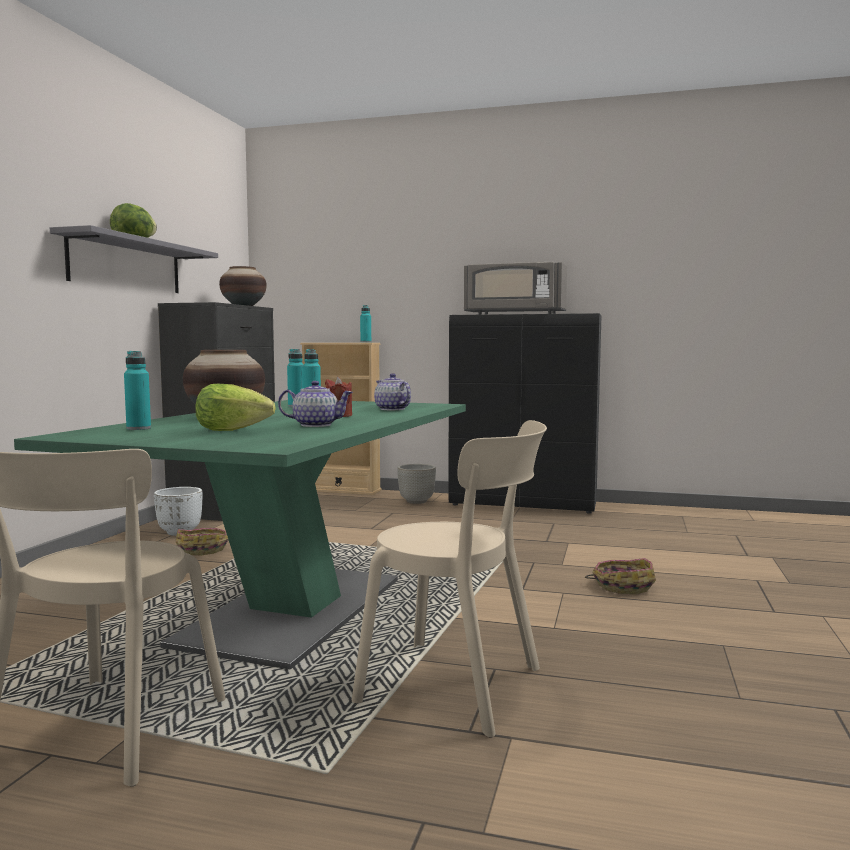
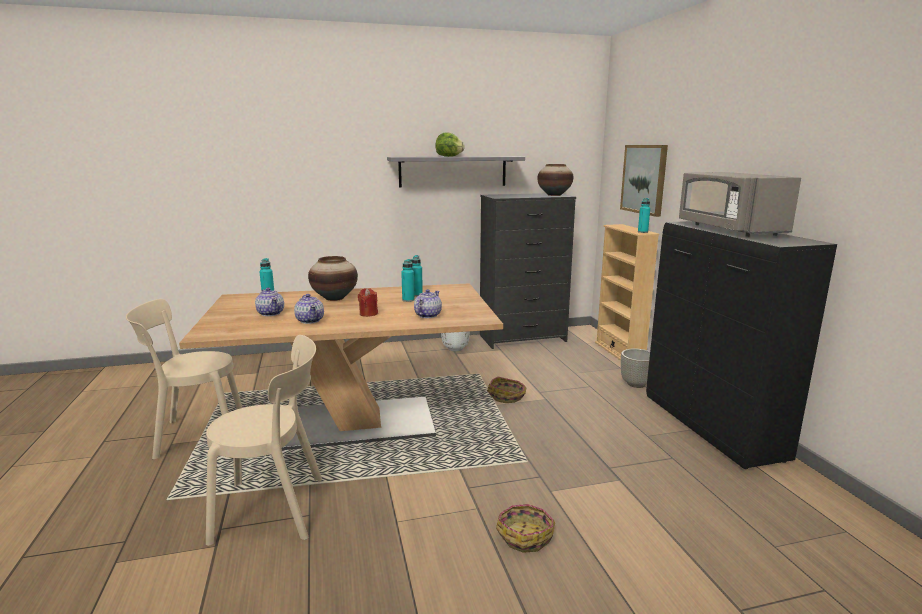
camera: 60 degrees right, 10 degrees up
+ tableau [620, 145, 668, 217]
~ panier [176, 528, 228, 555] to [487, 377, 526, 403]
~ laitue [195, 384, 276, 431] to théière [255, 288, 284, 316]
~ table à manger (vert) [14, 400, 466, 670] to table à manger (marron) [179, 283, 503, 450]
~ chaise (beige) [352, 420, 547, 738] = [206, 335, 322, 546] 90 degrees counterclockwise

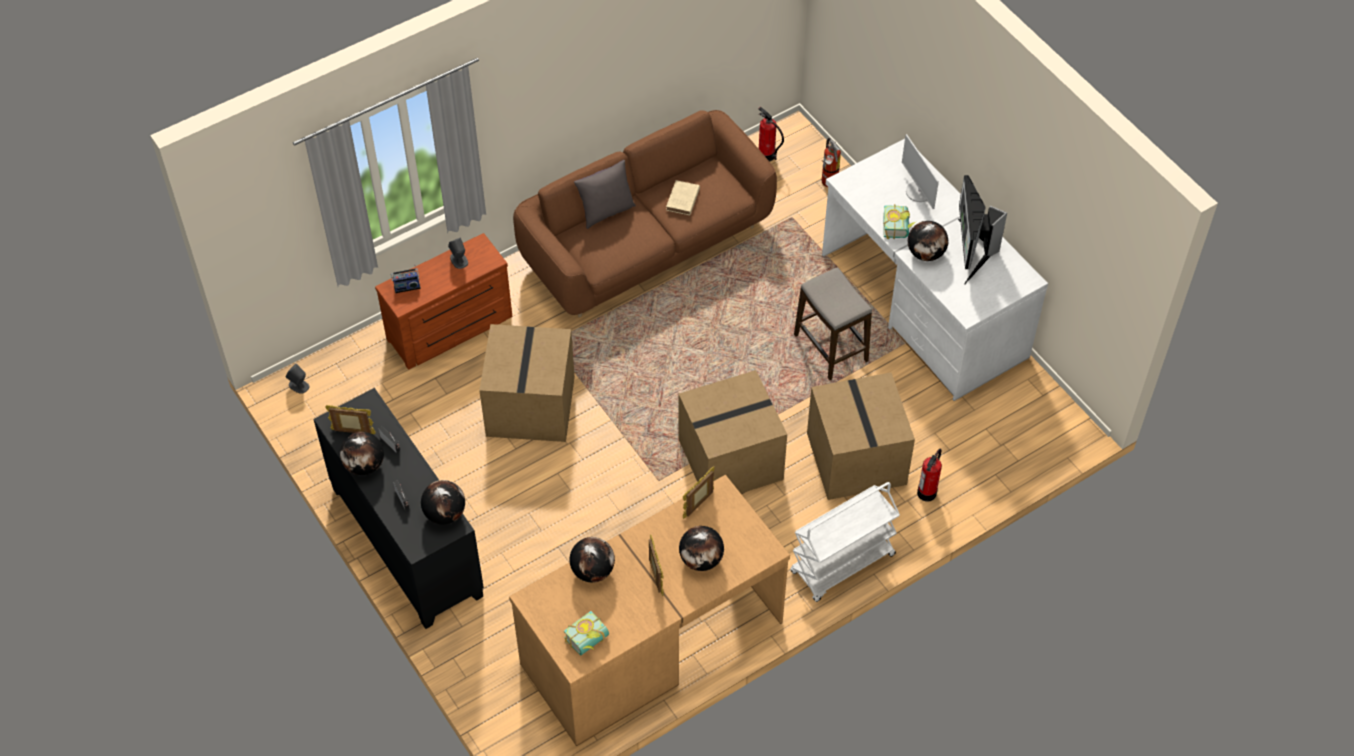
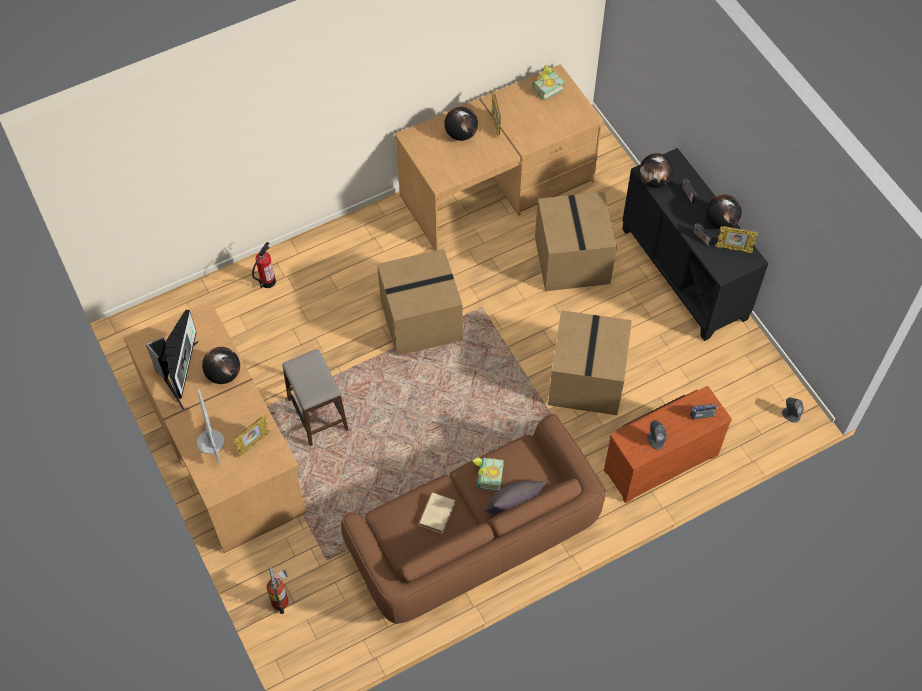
camera: 175 degrees left, 5 degrees up
- globe [570, 537, 615, 582]
- extincteur [758, 107, 784, 162]
- chariot (blanc) [790, 482, 900, 602]
~ cadre photo [682, 466, 715, 519] to [233, 415, 270, 457]
~ carton [807, 373, 915, 500] to [535, 192, 617, 291]
~ livre [883, 204, 916, 239] to [473, 457, 504, 491]
~ bureau (blanc) [822, 139, 1048, 401] to bureau (marron) [124, 300, 306, 553]

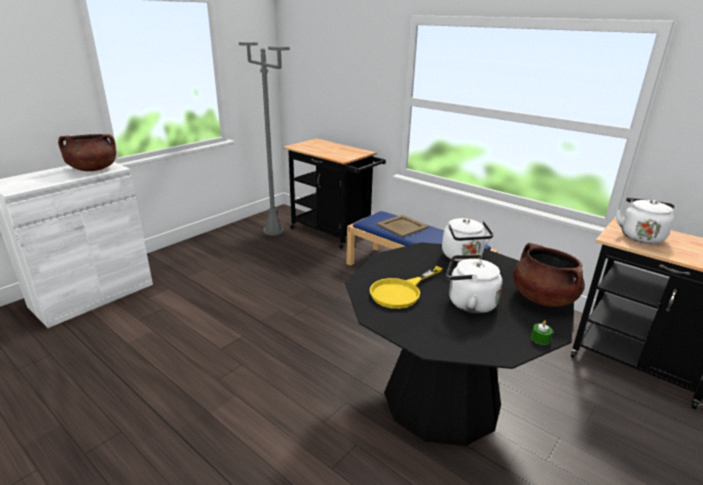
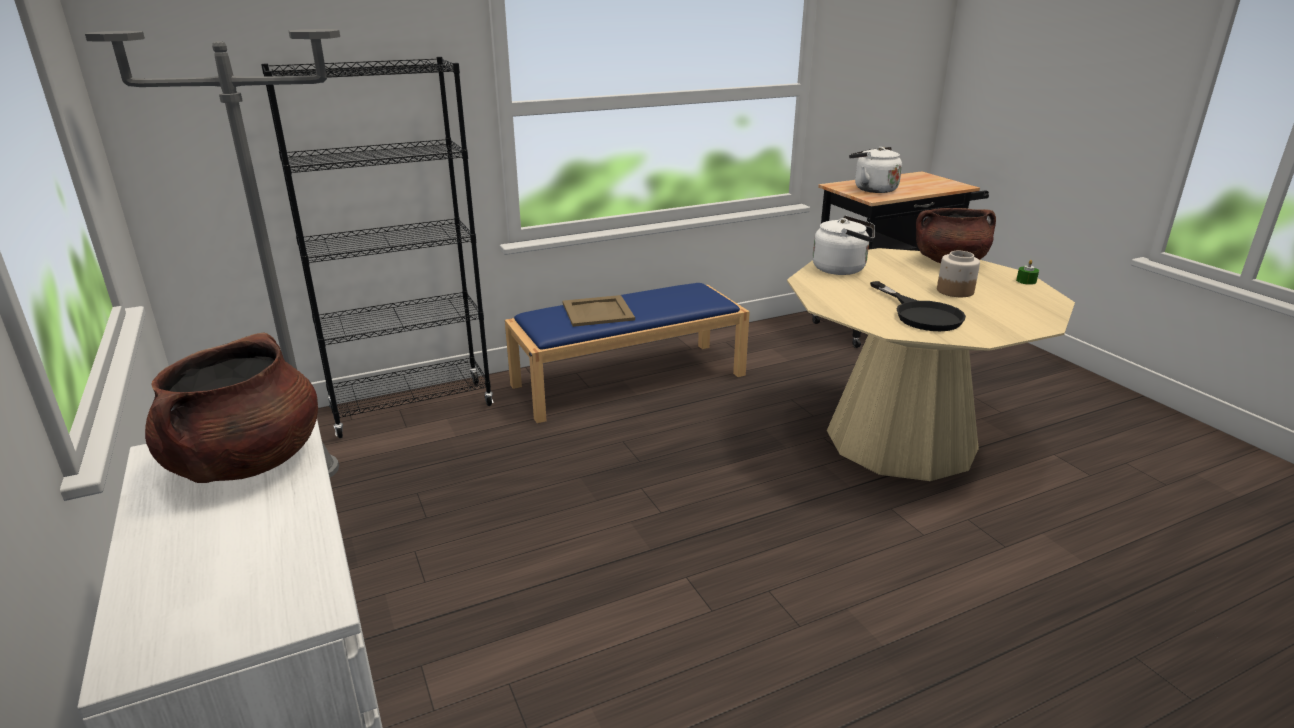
camera: 65 degrees left, 0 degrees up
~ chariot (noir) [283, 138, 386, 249] to bibliothèque (noir) [261, 57, 494, 438]
~ bouilloire (blanc) [446, 255, 502, 314] to bocal [937, 251, 980, 297]
~ table à manger (noir) [345, 243, 574, 446] to table à manger (beige) [787, 248, 1075, 481]
~ poêle (jaune) [370, 266, 442, 309] to poêle (noir) [870, 281, 966, 331]

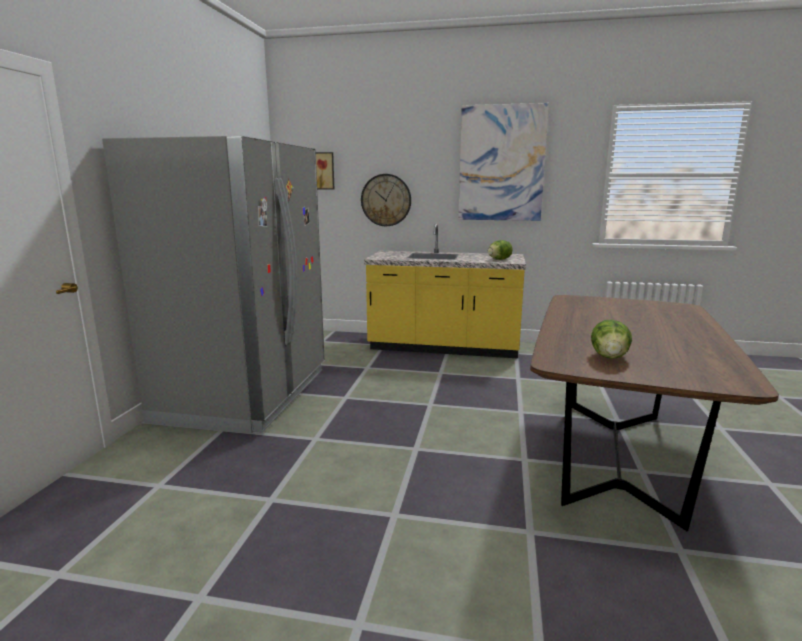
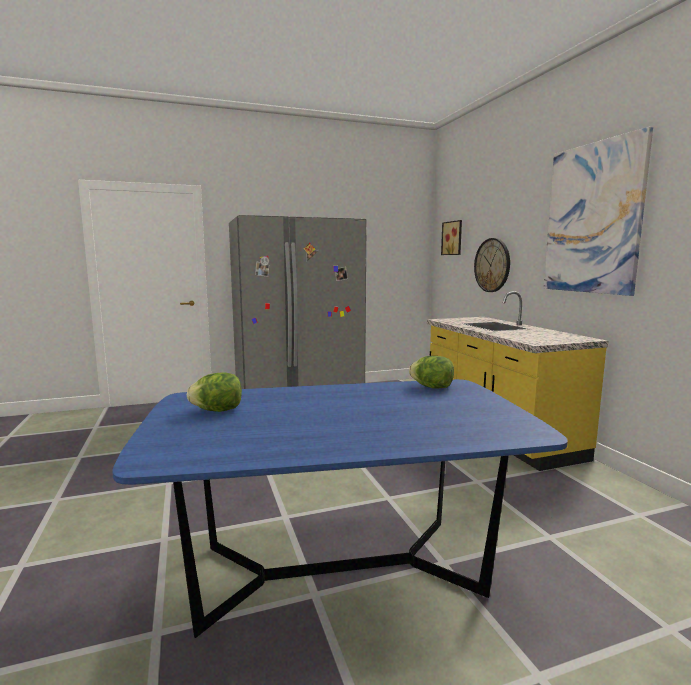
camera: 60 degrees right, 5 degrees down
~ laitue [488, 240, 513, 260] to [409, 356, 454, 389]
~ table à manger (marron) [530, 295, 779, 531] to table à manger (bleu) [112, 379, 568, 638]

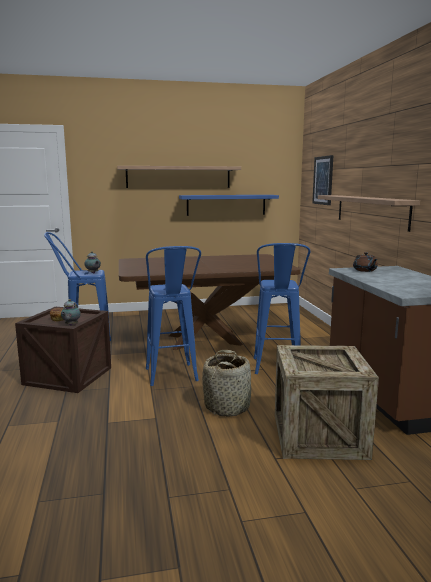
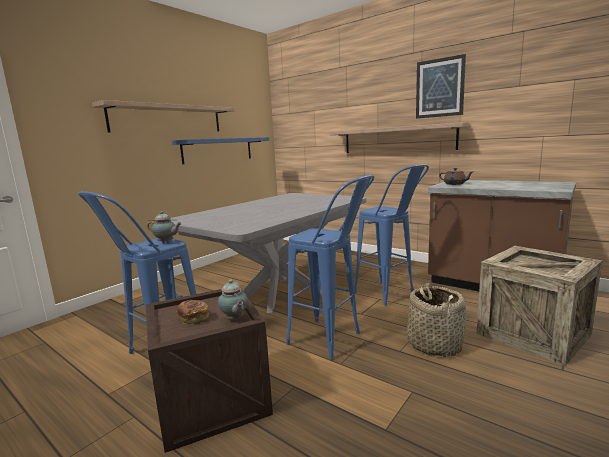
camera: 40 degrees left, 0 degrees up
~ tableau [312, 155, 333, 205] to [416, 54, 466, 119]
~ table à manger (marron) [119, 254, 300, 350] to table à manger (gris) [170, 193, 367, 313]

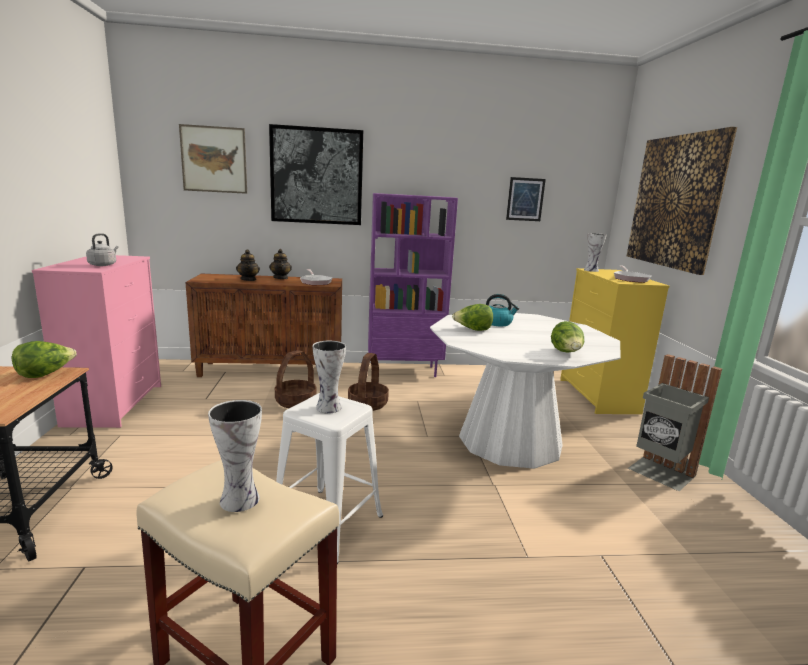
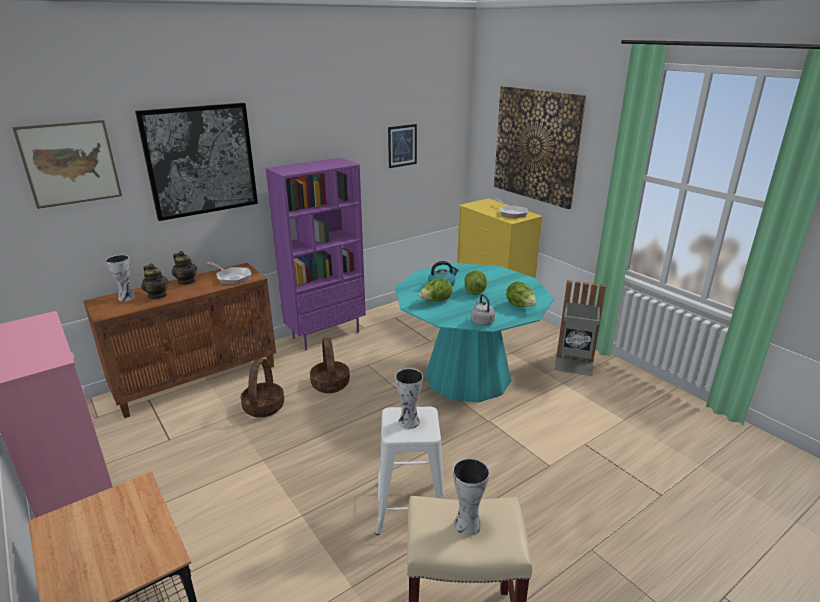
camera: 30 degrees left, 10 degrees up
~ laitue [12, 341, 77, 378] to [464, 270, 487, 295]
~ bouilloire (gris) [86, 233, 118, 266] to [471, 294, 495, 326]
~ vase [584, 233, 607, 272] to [106, 255, 136, 301]
~ table à manger (blanc) [430, 313, 621, 469] to table à manger (turquoise) [395, 263, 554, 403]

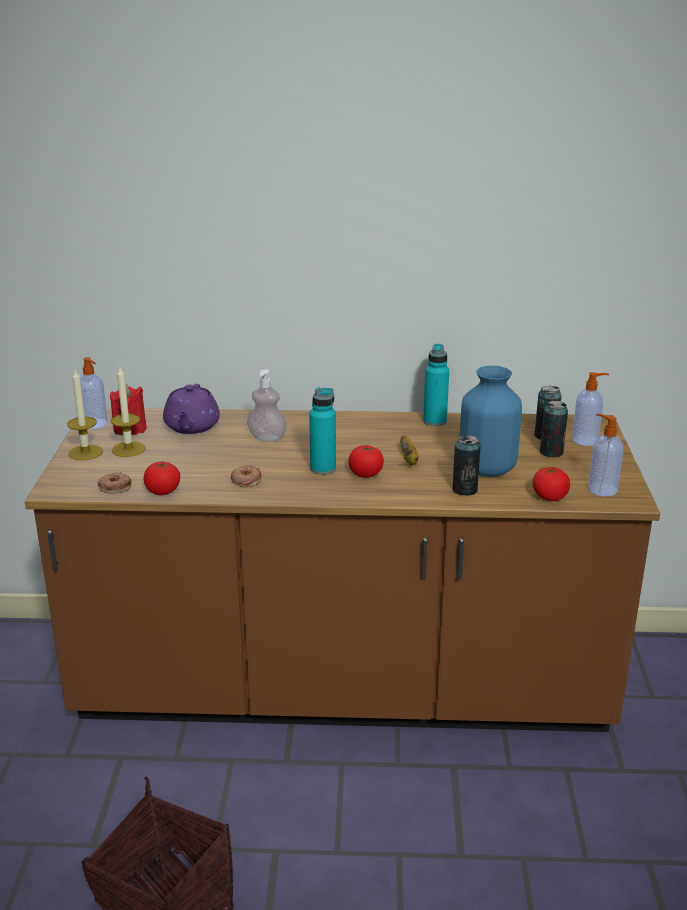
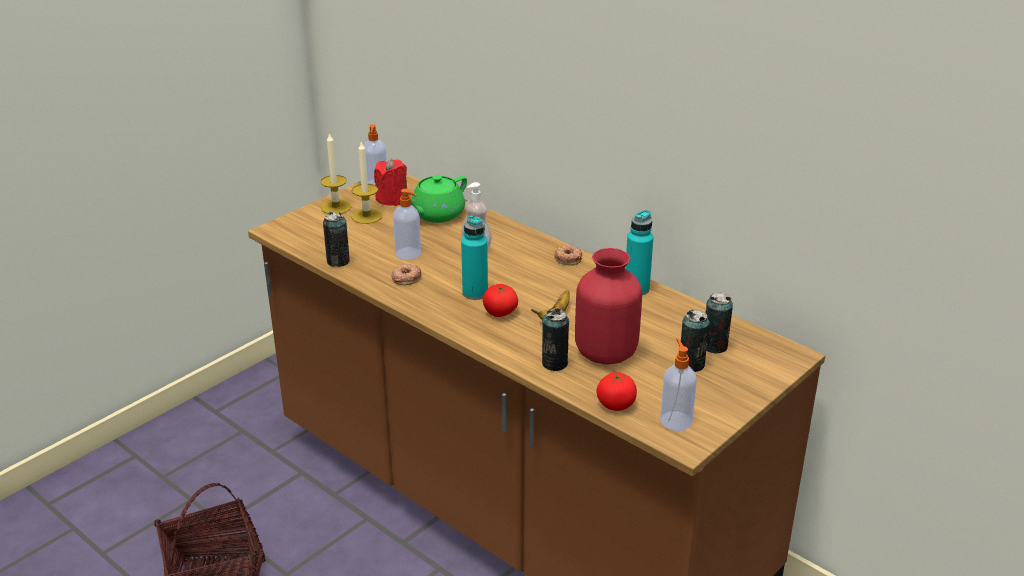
camera: 40 degrees right, 5 degrees up
~ beignet [97, 472, 132, 494] to [554, 245, 582, 265]
~ distributeur de savon [572, 372, 609, 446] to [393, 189, 421, 260]
~ tomate [144, 462, 180, 495] to boîte métallique [323, 212, 350, 267]
~ théière (violet) [163, 384, 220, 434] to théière (vert) [411, 175, 467, 223]
~ vase (bleu) [459, 366, 522, 477] to vase (rouge) [575, 248, 642, 365]

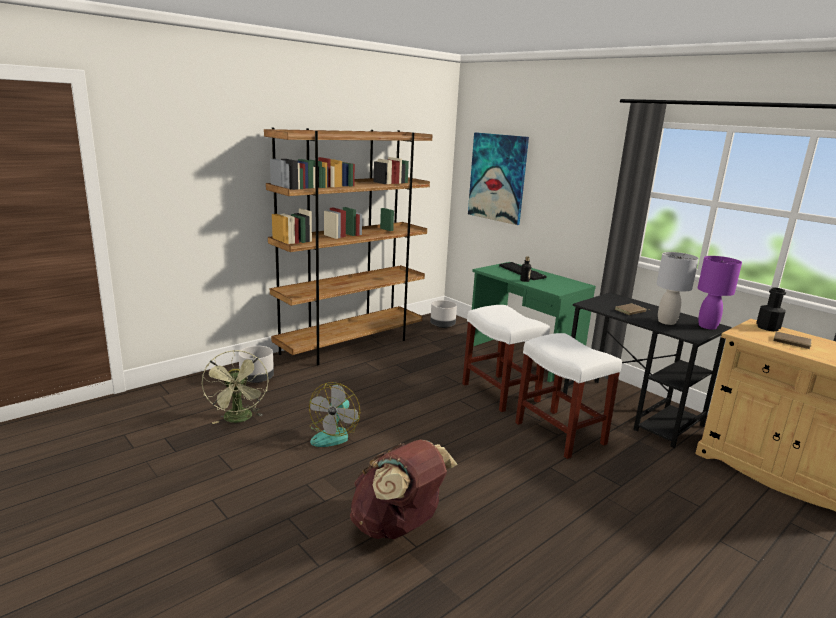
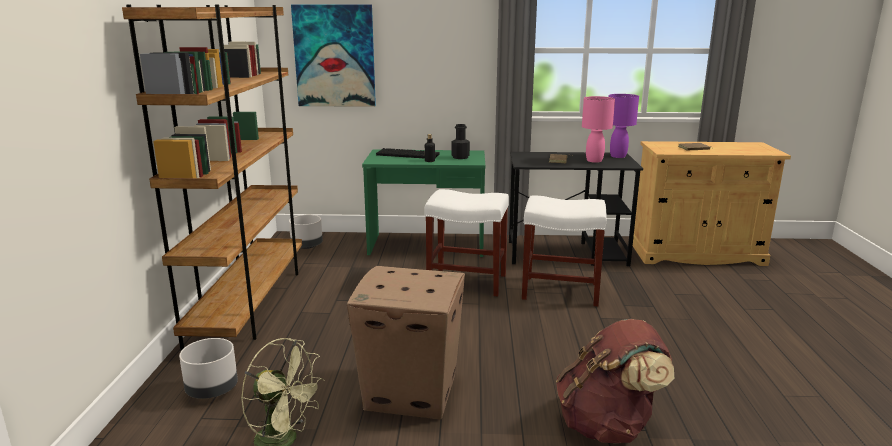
camera: 45 degrees left, 0 degrees up
~ bouteille (noir) [756, 287, 786, 331] to [451, 124, 470, 159]
~ ventilateur [309, 382, 360, 447] to carton [347, 266, 465, 420]
~ lampe de table (gris) [656, 252, 699, 325] to lampe de table (rose) [582, 96, 615, 163]

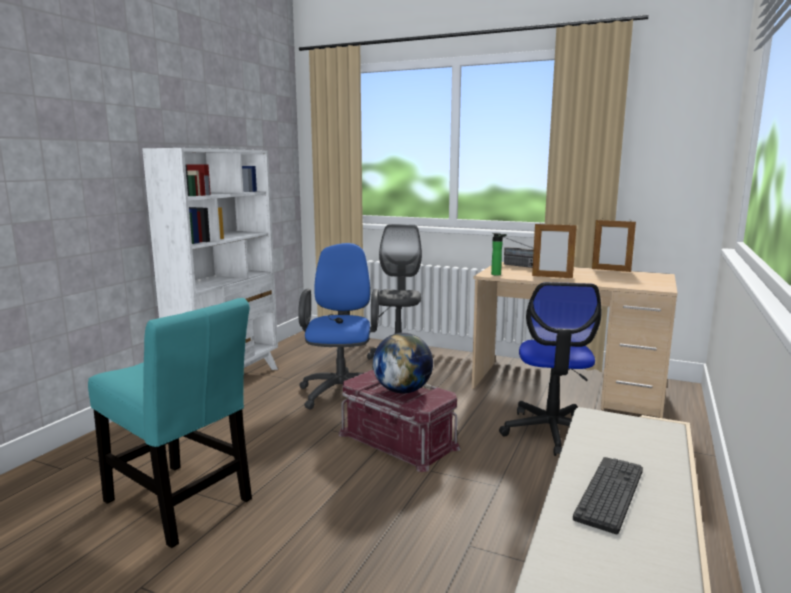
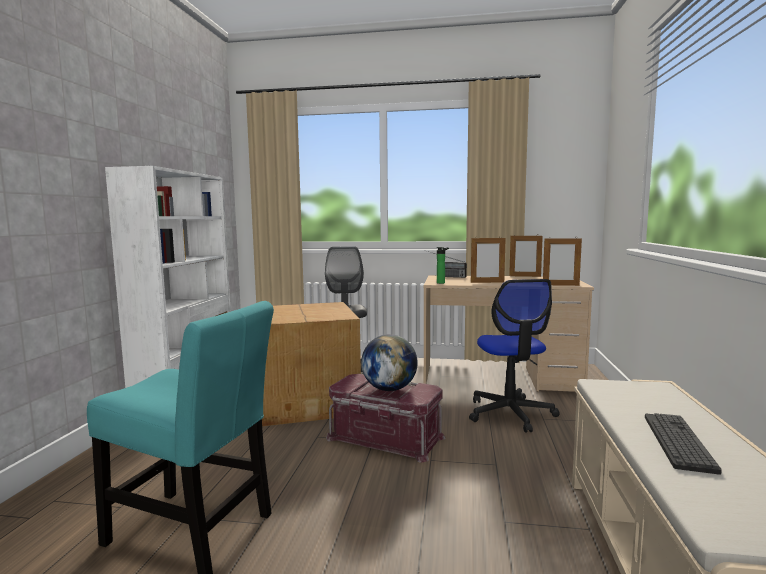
camera: 15 degrees left, 5 degrees down
+ cadre photo [543, 238, 582, 286]
~ chaise de bureau (bleu) [298, 243, 379, 409] to carton [262, 302, 361, 426]

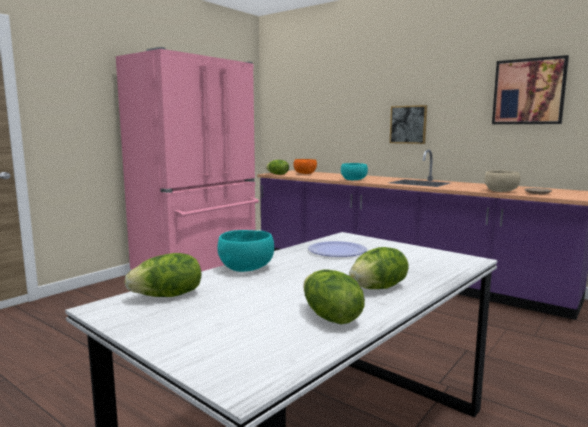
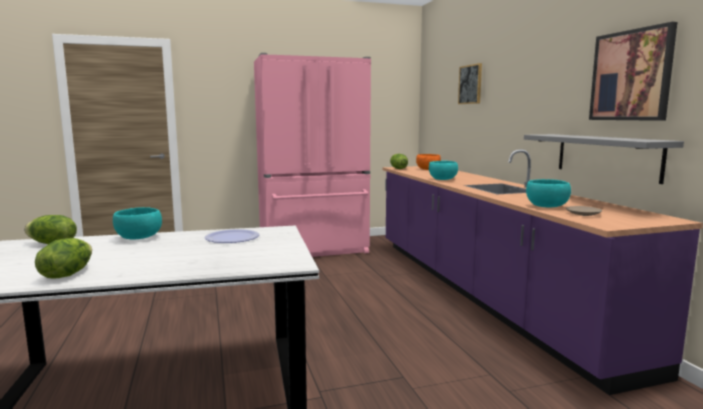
camera: 35 degrees right, 0 degrees up
- laitue [349, 247, 408, 289]
+ étagère (gris) [524, 134, 684, 184]
~ tableau [390, 105, 427, 144] to [458, 63, 482, 104]
~ bol (beige) [484, 170, 520, 192] to bol (turquoise) [526, 179, 571, 207]

